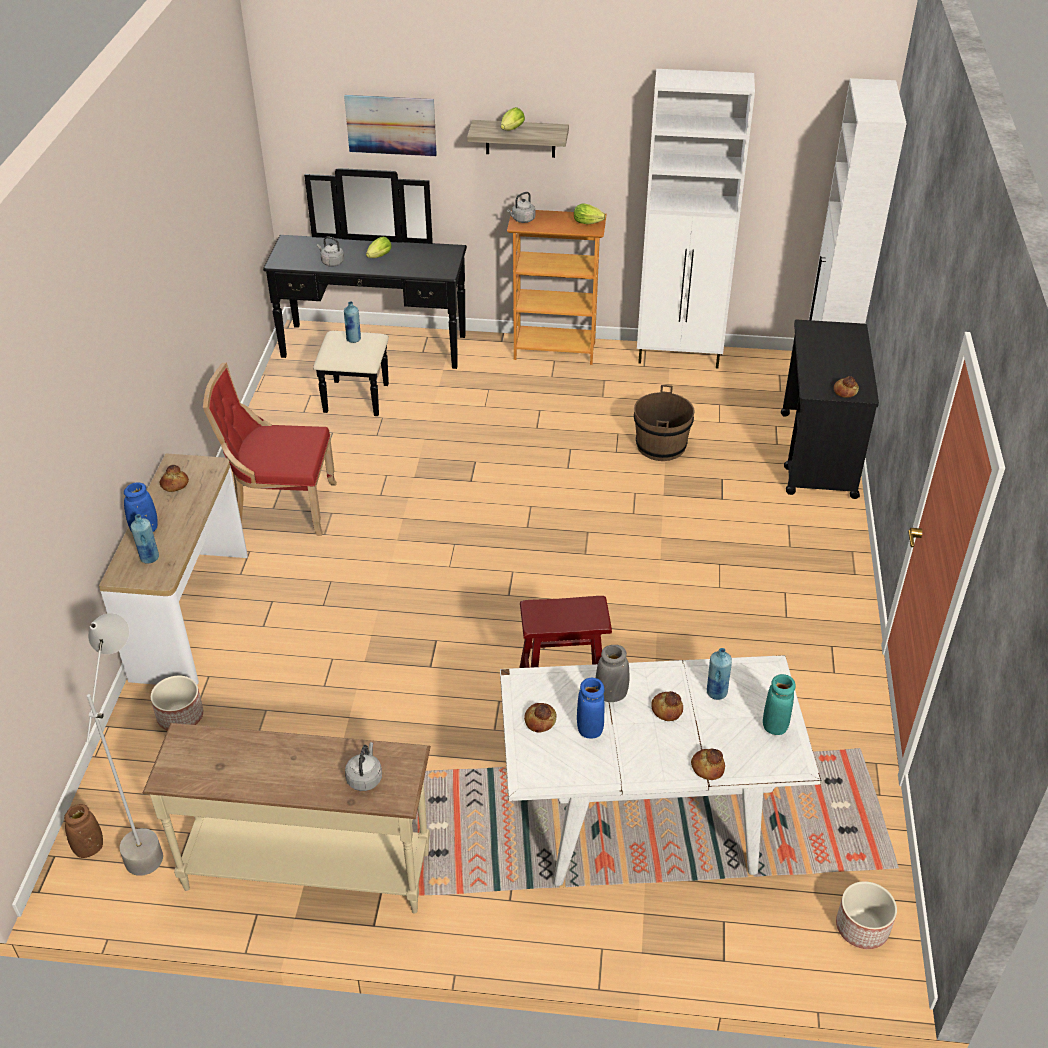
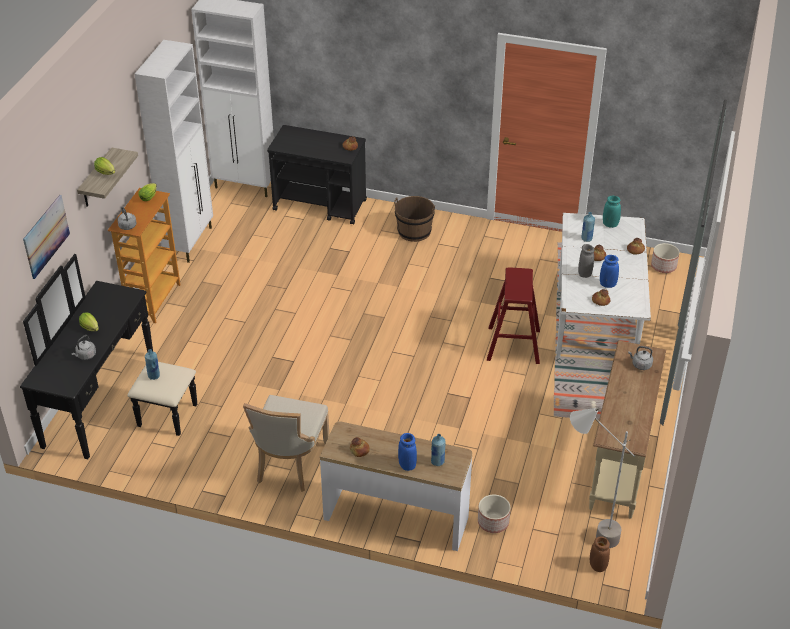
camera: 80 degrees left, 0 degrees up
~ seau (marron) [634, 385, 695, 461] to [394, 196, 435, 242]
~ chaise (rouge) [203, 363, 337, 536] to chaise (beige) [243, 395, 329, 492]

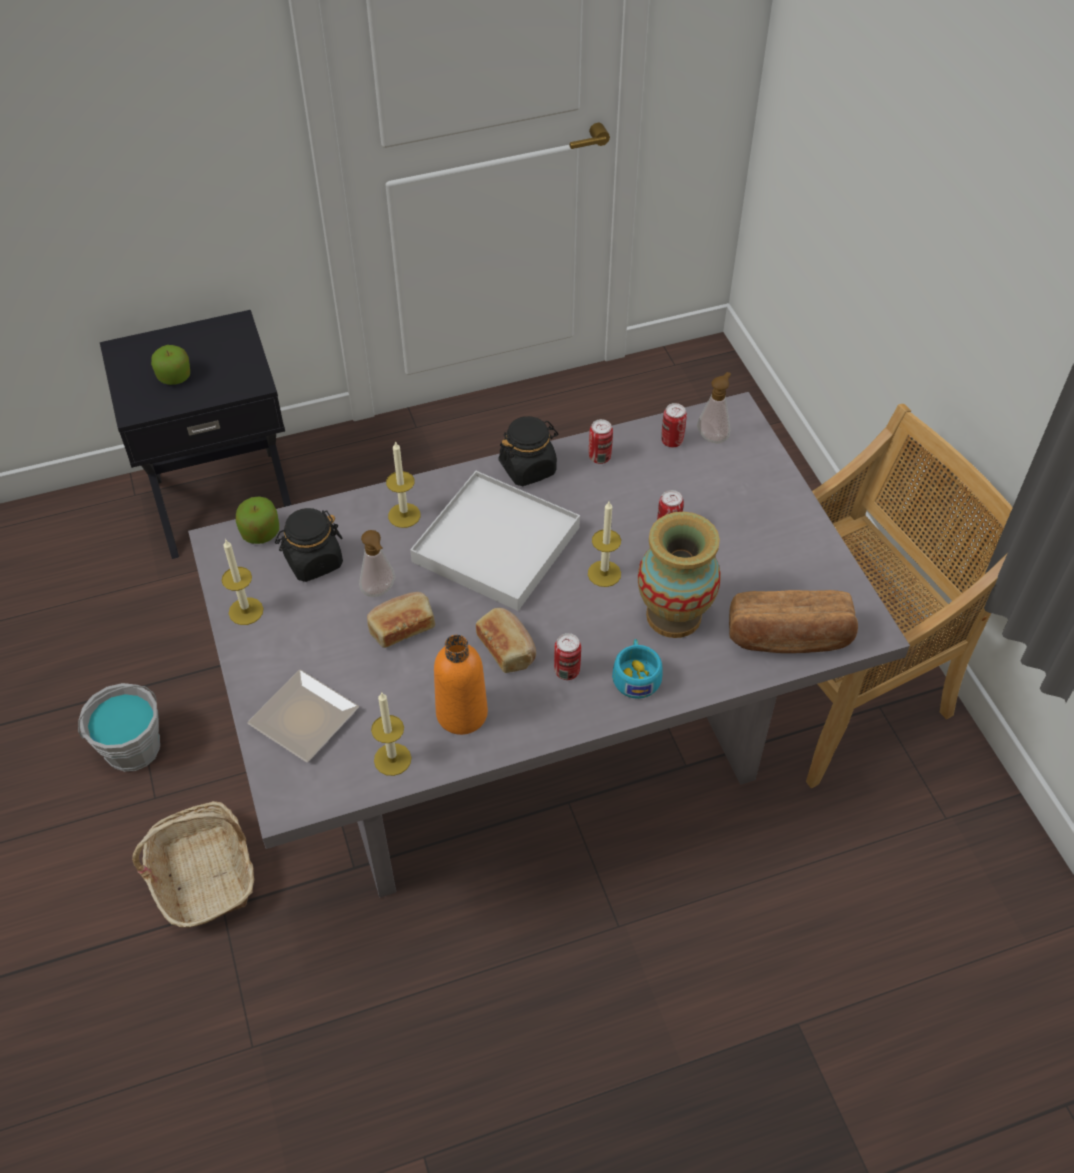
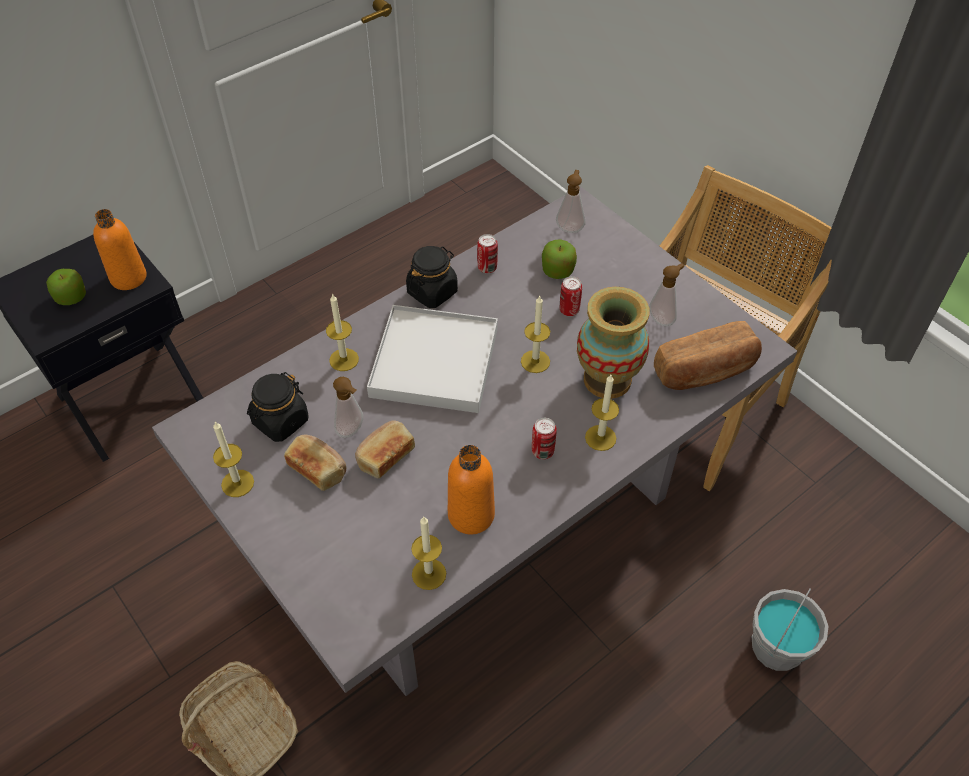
camera: 20 degrees left, 0 degrees up
- assiette [247, 669, 359, 762]
- boîte métallique [661, 403, 687, 447]
+ bouteille (orange) [93, 209, 146, 290]
+ distributeur de savon [649, 263, 684, 327]
~ seau (gris) [78, 683, 160, 772] to [752, 588, 828, 671]
~ pomme [236, 497, 279, 544] to [542, 239, 577, 279]
~ pain [476, 608, 536, 673] to [284, 434, 346, 491]
~ tasse (turquoise) [612, 639, 663, 699] to bougie [585, 375, 619, 451]

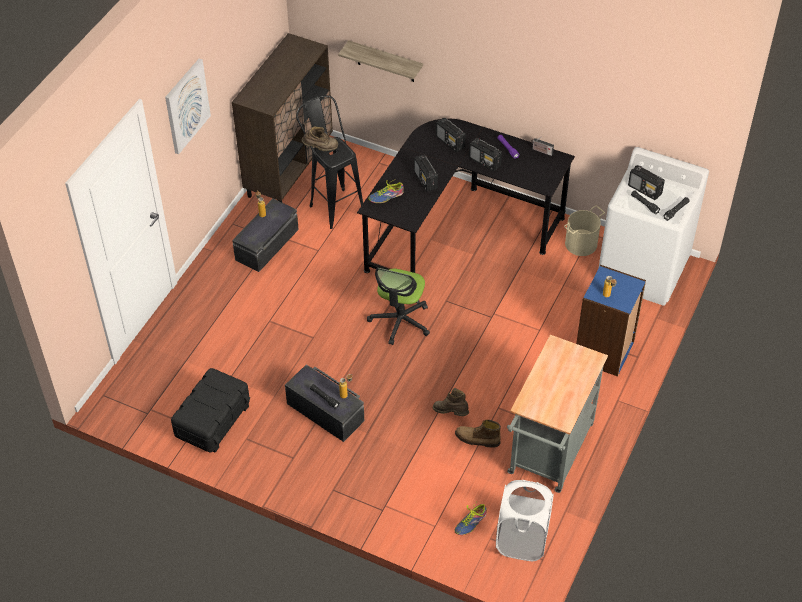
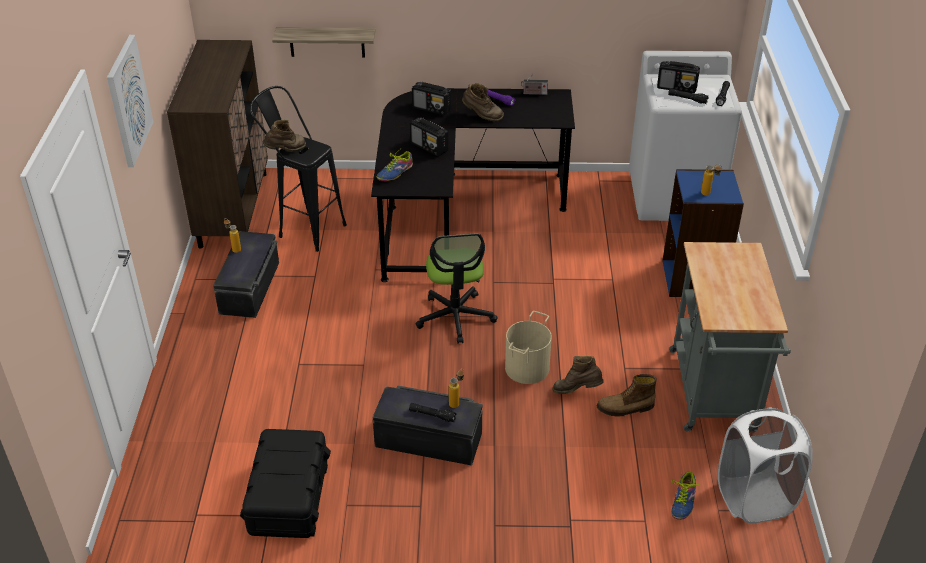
camera: 25 degrees left, 10 degrees down
~ seau (beige) [564, 206, 605, 256] to [505, 311, 552, 384]
~ radio [469, 138, 502, 171] to botte (marron) [462, 83, 504, 121]

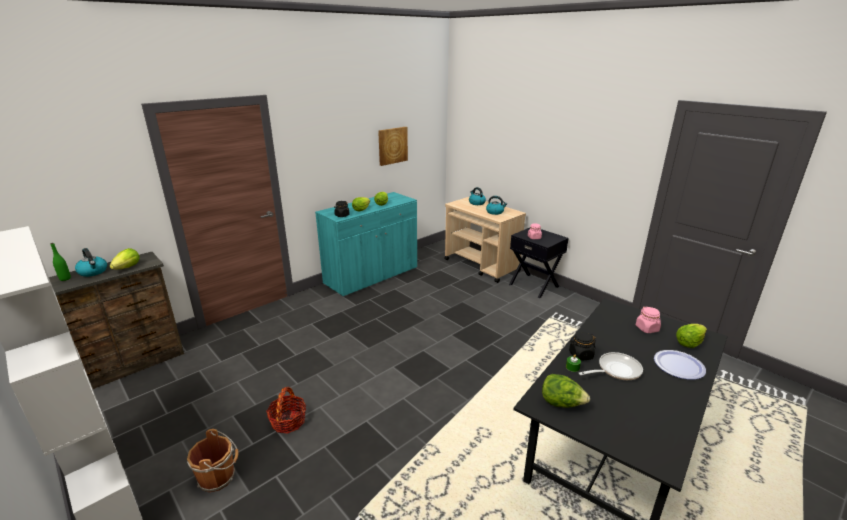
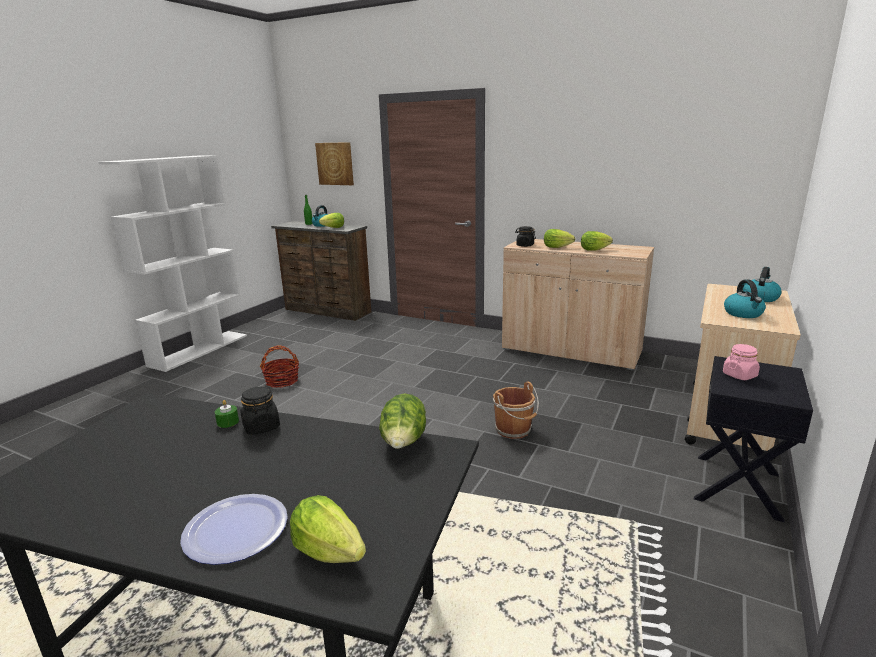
camera: 70 degrees right, 5 degrees down
- poêle [579, 352, 643, 380]
- bocal (rose) [636, 306, 661, 333]
~ seau (marron) [187, 429, 238, 493] to [493, 382, 539, 439]
~ tableau [378, 127, 408, 166] to [315, 142, 354, 185]
~ laitue [542, 374, 590, 408] to [379, 393, 426, 449]
~ meuble de rangement (turquoise) [315, 192, 417, 297] to meuble de rangement (beige) [502, 239, 654, 371]

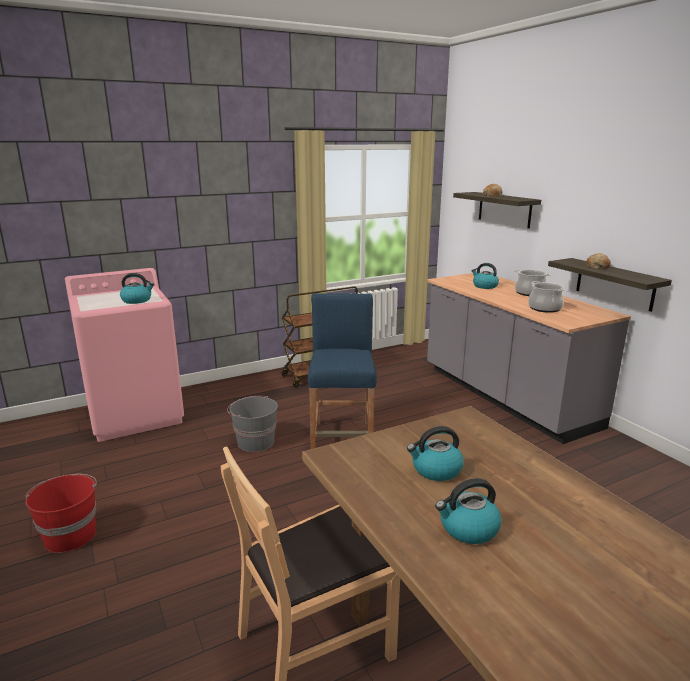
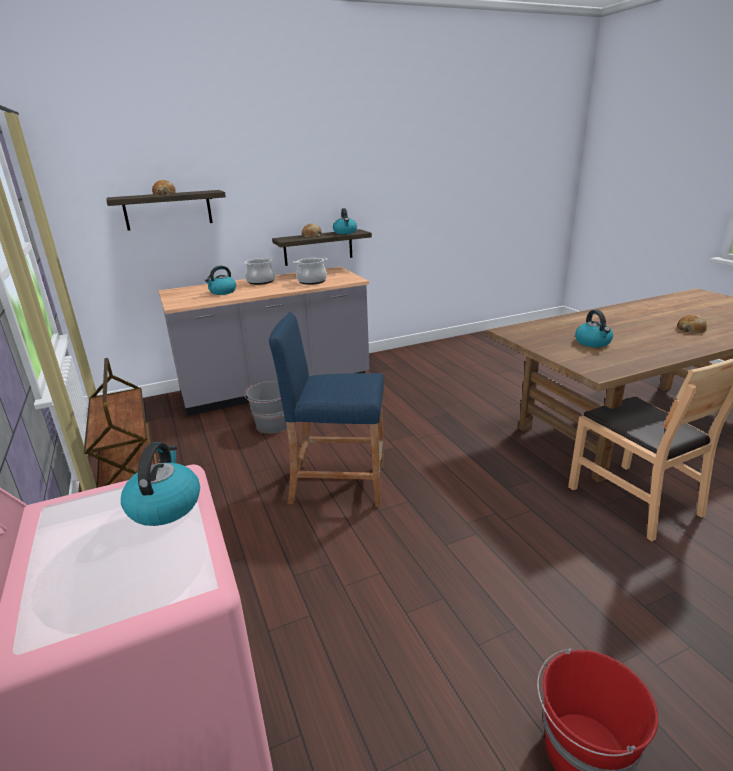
camera: 85 degrees left, 5 degrees up
+ pain [677, 314, 707, 333]
~ seau (gris) [227, 396, 278, 452] to [244, 381, 287, 434]
~ bouilloire [435, 478, 502, 544] to [333, 208, 357, 234]

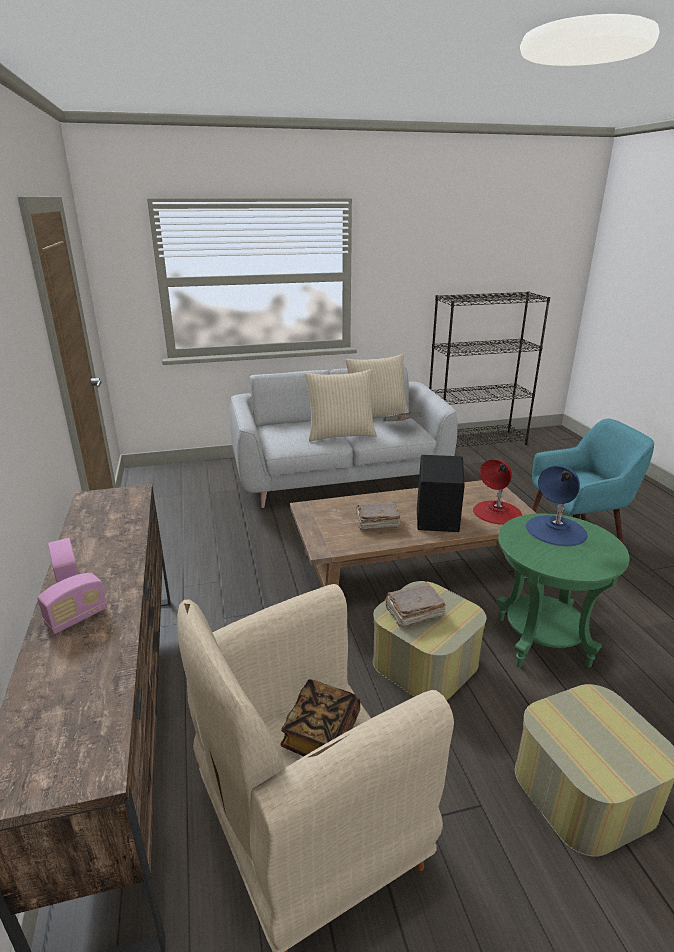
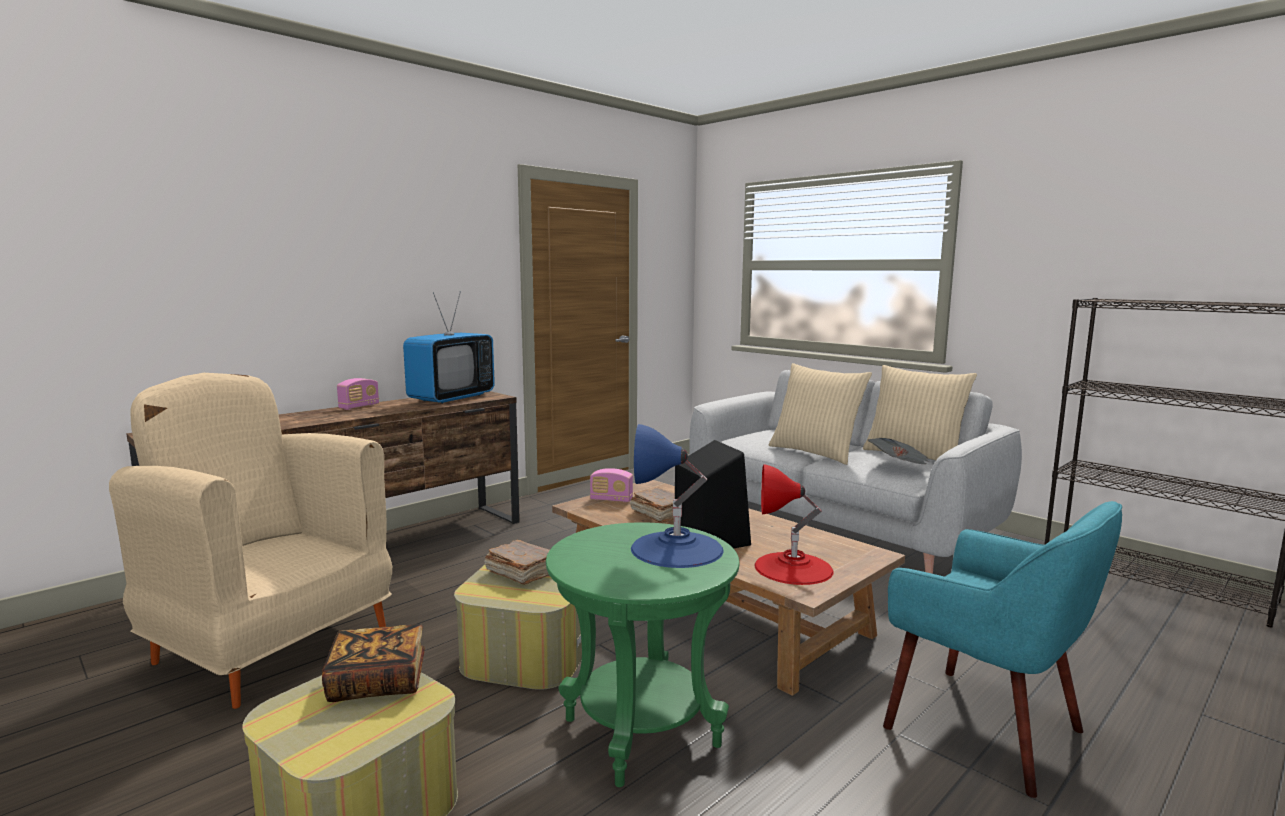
camera: 60 degrees right, 15 degrees down
+ téléviseur [403, 292, 495, 404]
~ radio [37, 573, 107, 634] to [590, 468, 633, 502]
~ livre [280, 679, 360, 756] to [322, 624, 425, 702]

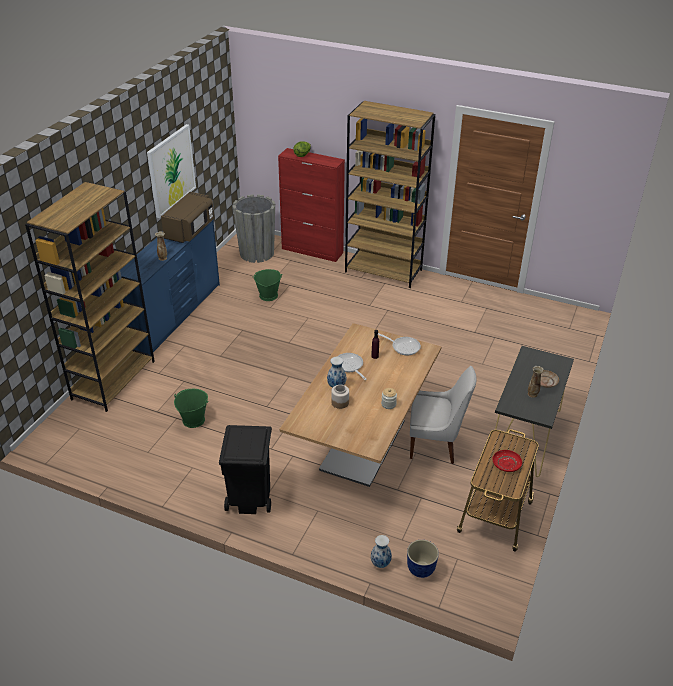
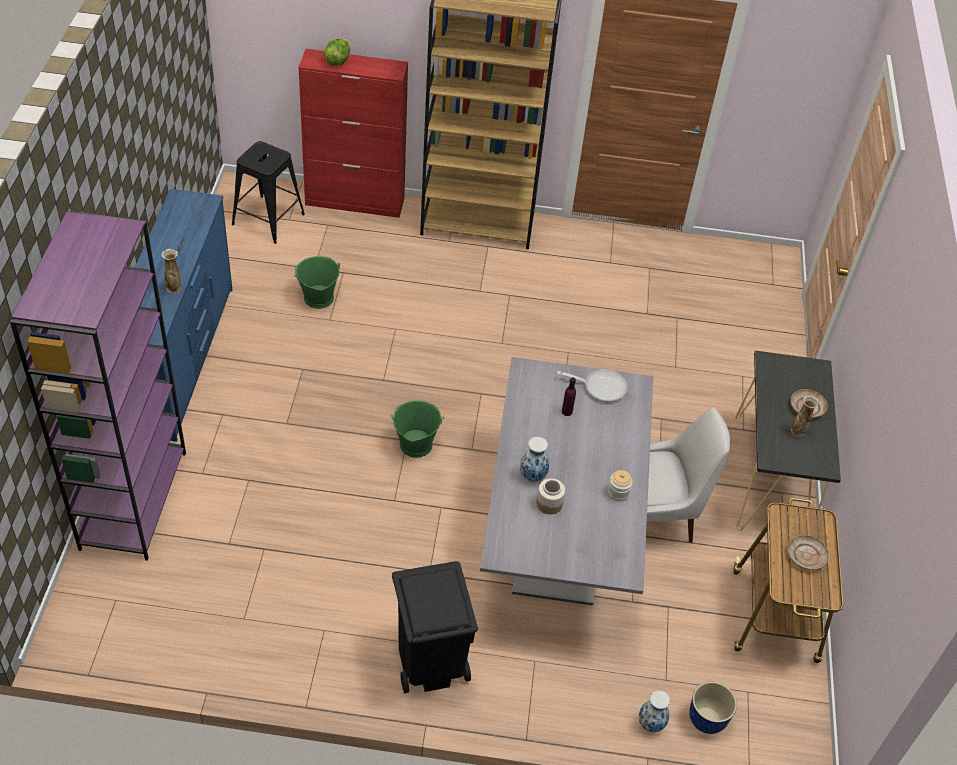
camera: 20 degrees left, 10 degrees up
- tableau [147, 124, 196, 218]
- micro-ondes (marron) [161, 192, 214, 243]
- poêle [337, 353, 367, 380]
~ seau (vert) [174, 389, 209, 428] to [391, 400, 444, 458]
~ cache-pot (gris) [232, 194, 275, 263] to tabouret (noir) [232, 141, 305, 244]
~ bibliothèque (marron) [25, 182, 155, 412] to bibliothèque (violet) [10, 211, 186, 561]
~ table à manger (marron) [279, 323, 442, 487] to table à manger (gris) [480, 357, 653, 605]
~ assiette (rouge) [493, 450, 522, 472] to assiette (beige) [787, 535, 829, 570]

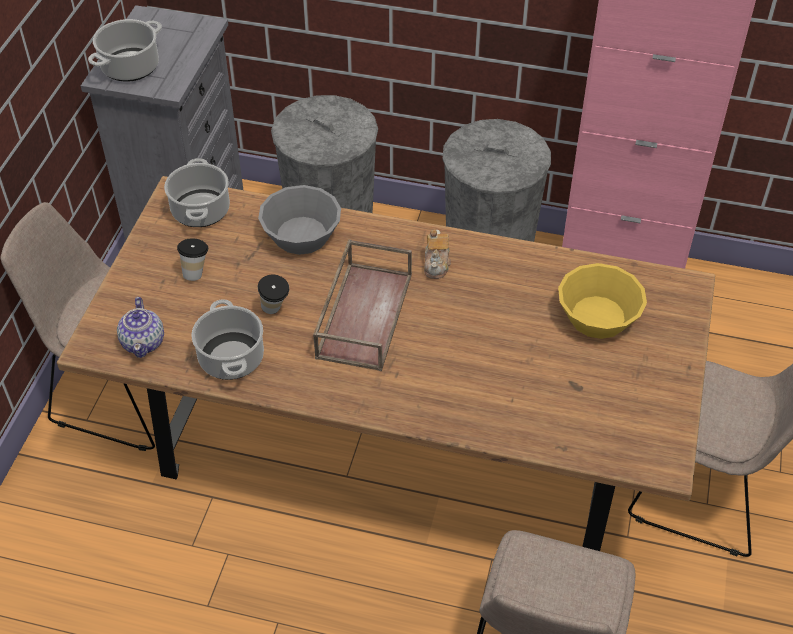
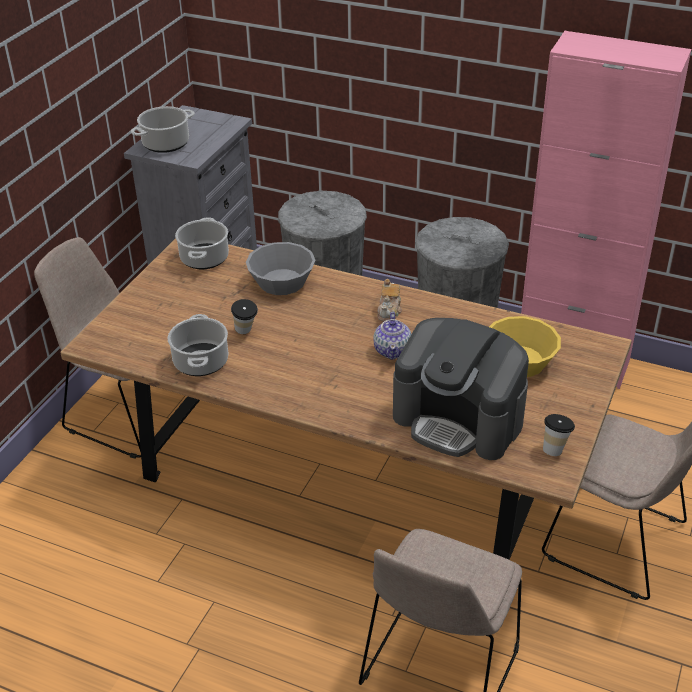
camera: 10 degrees right, 10 degrees down
- plateau (marron) [313, 239, 412, 371]
+ machine à café [393, 318, 529, 460]
~ théière [117, 297, 164, 358] to [373, 312, 411, 360]
~ tasse [177, 238, 208, 281] to [543, 414, 575, 456]

